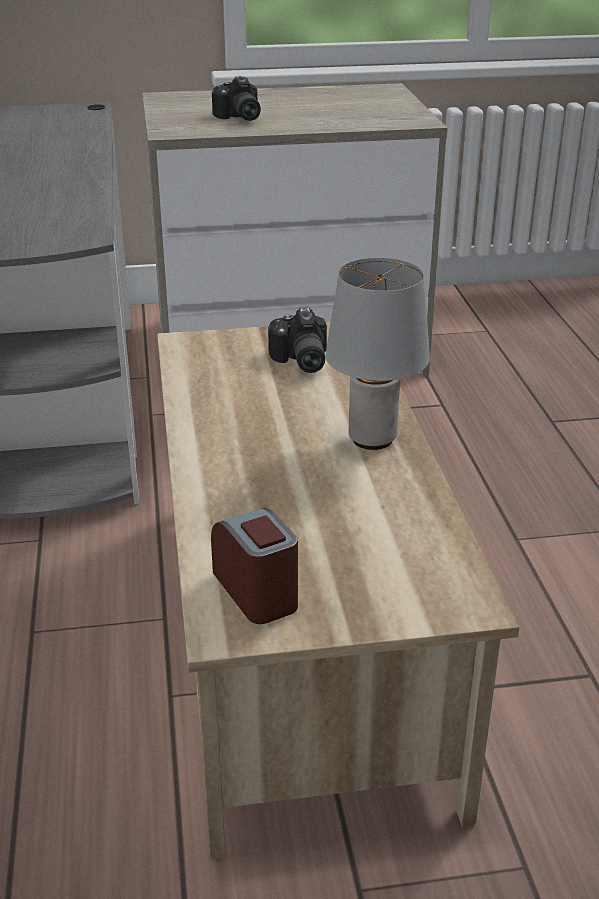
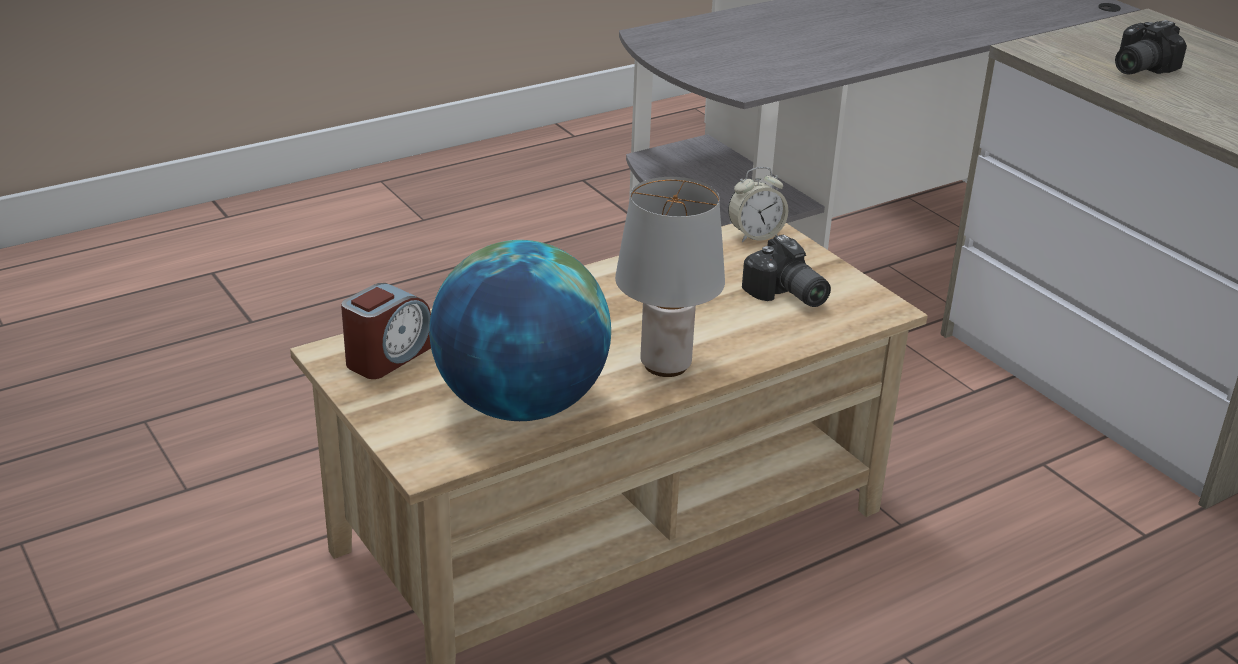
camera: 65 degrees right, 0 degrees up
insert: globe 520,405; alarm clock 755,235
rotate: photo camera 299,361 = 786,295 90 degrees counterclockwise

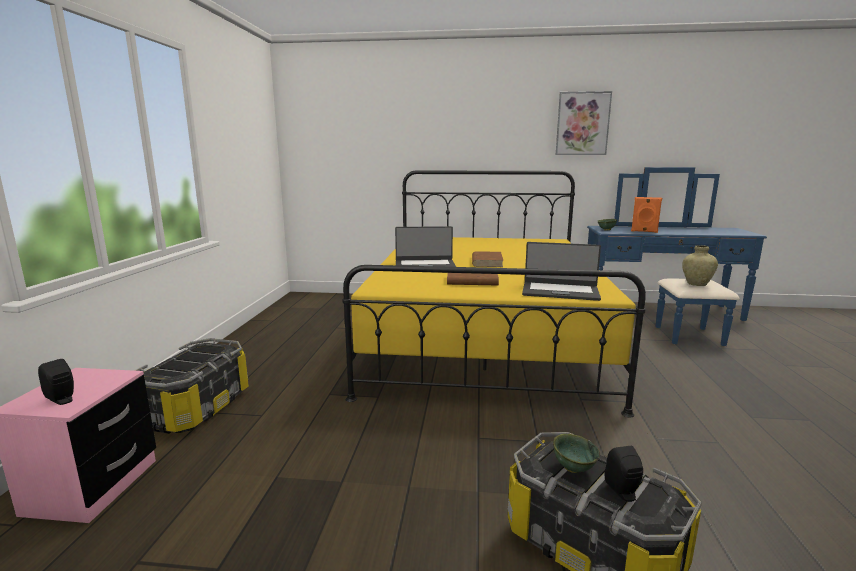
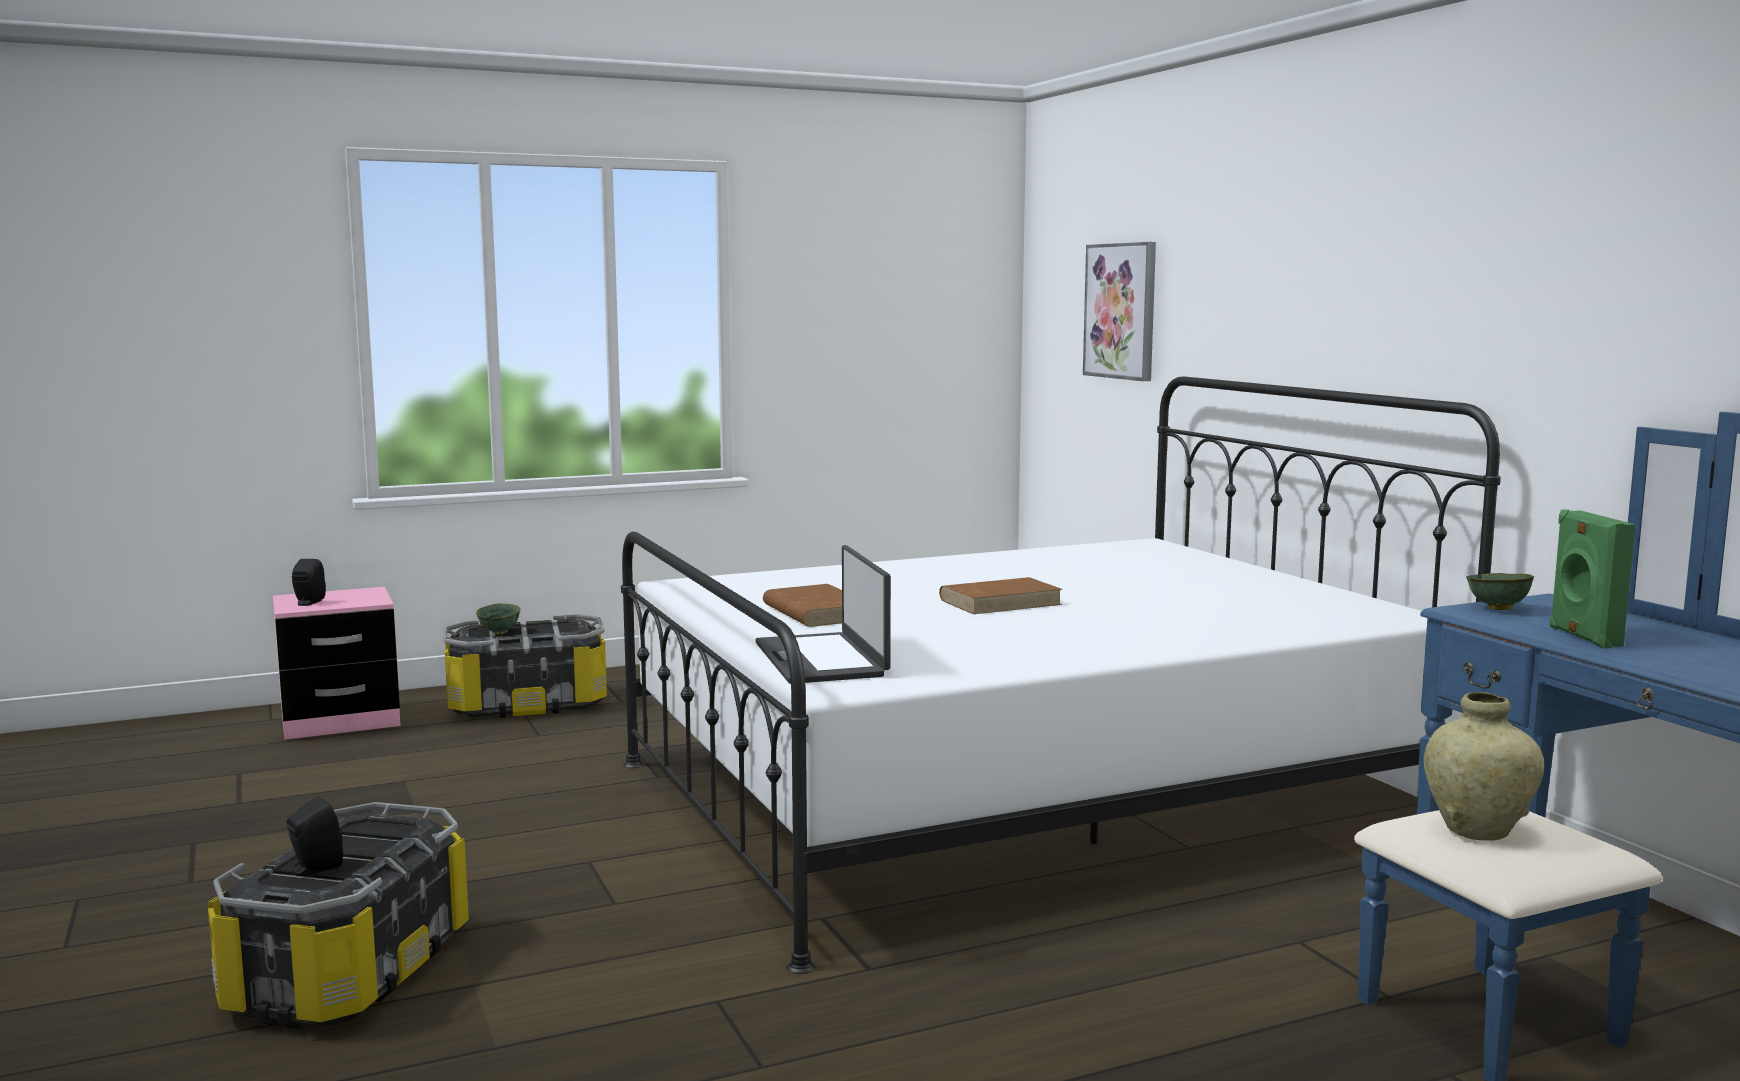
camera: 60 degrees right, 5 degrees down
delete: notebook computer 425,265
move: green deep dish 573,468 to 500,633; wall art 582,124 to 1121,311
recolor: yellow-coloured sleeping bed 483,338 to whitish sleeping bed 1021,795; orangey speaker 644,231 to green speaker 1582,637

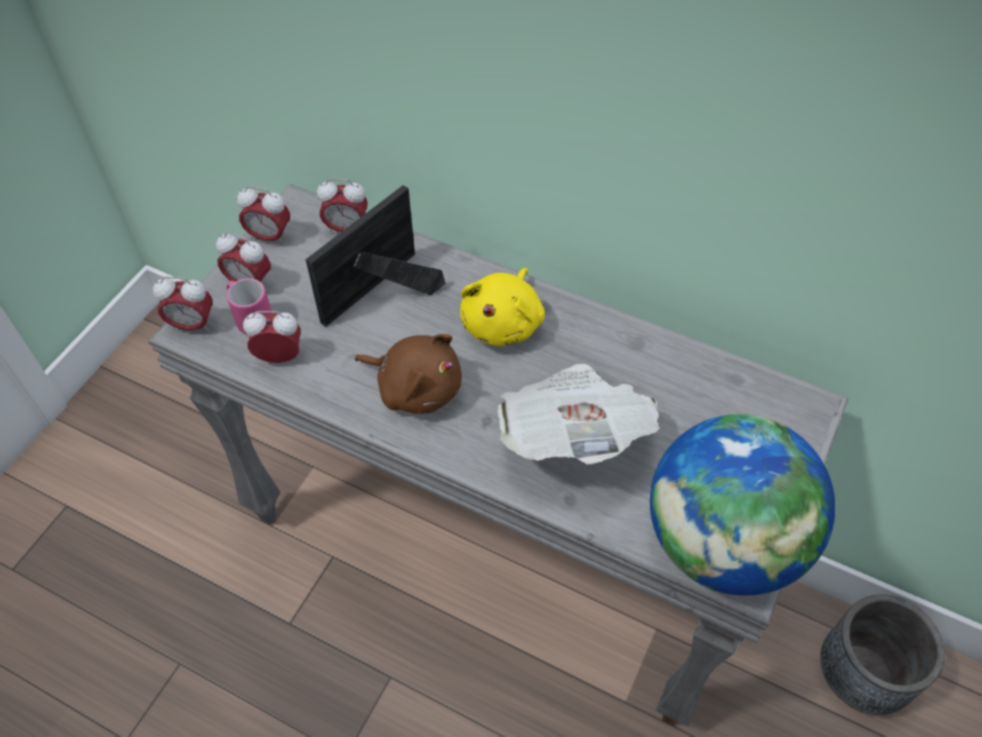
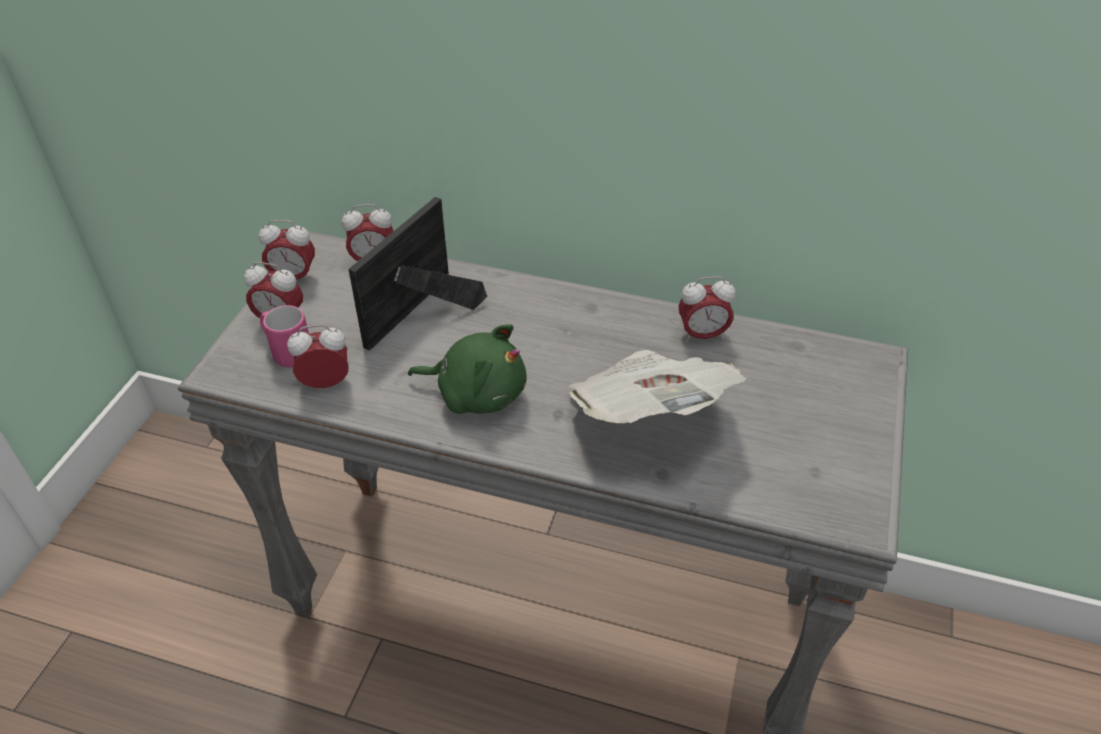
camera: 10 degrees left, 10 degrees down
delete: yellow-coloured cuddly toy 504,322; globe 722,542; greyish flower pot 860,675
move: alarm clock 192,324 to 702,335
recolor: brownish cuddly toy 416,387 to green cuddly toy 477,393

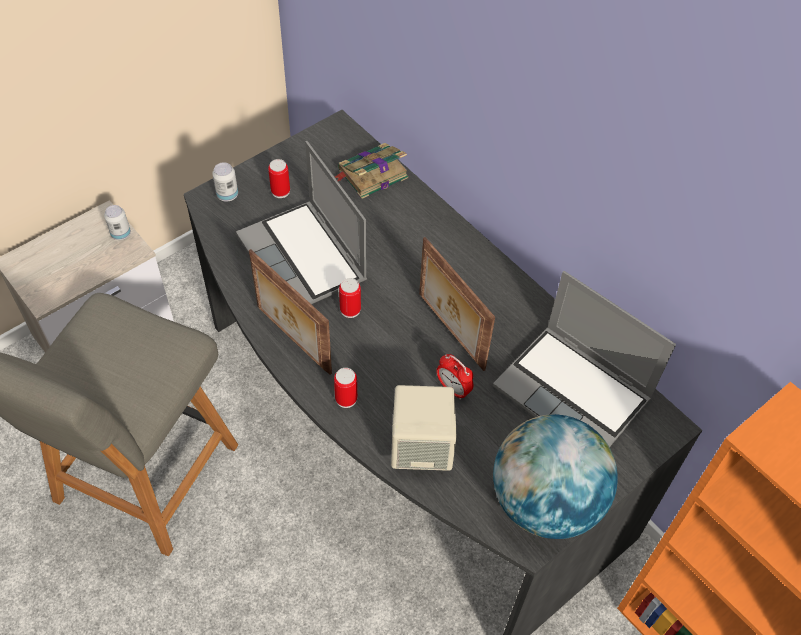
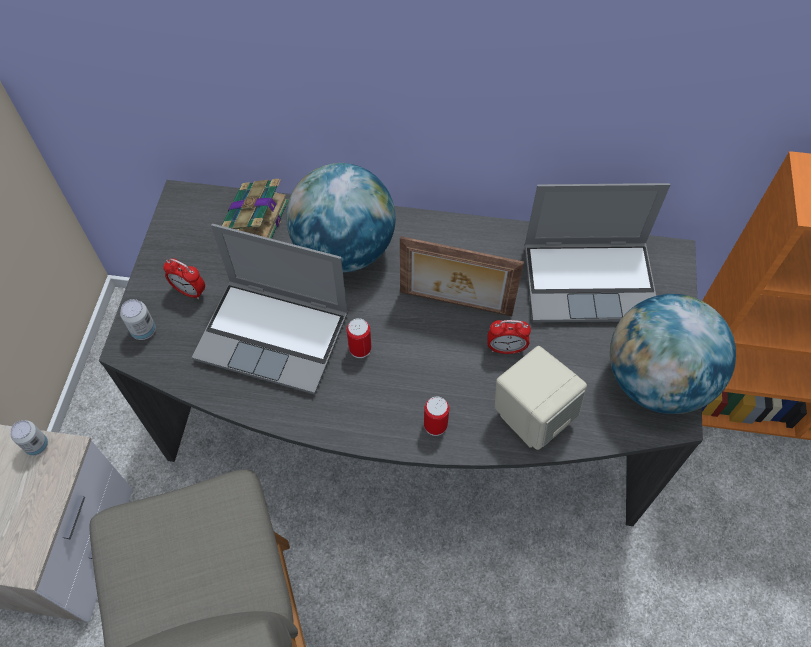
camera: 40 degrees left, 5 degrees up
delete: standing frame 292,340
insert: globe 344,249
replace: can 280,191 to alarm clock 190,291

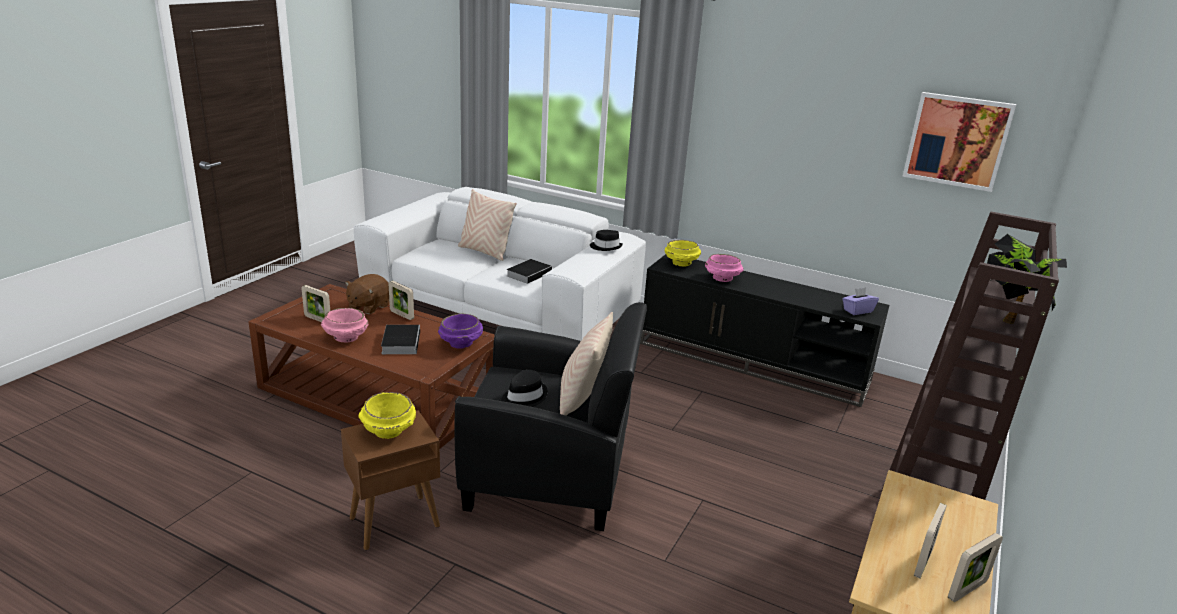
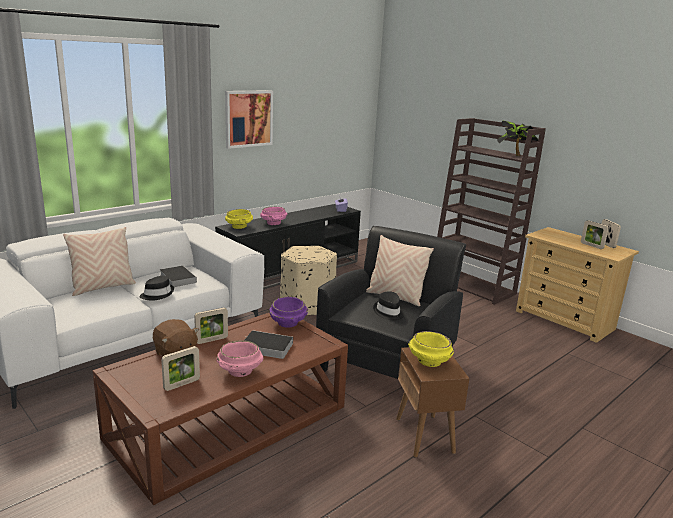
camera: 70 degrees left, 5 degrees down
insert: sand-coloured pouffe 307,305
move: black wearable hat 606,247 to 157,294; wall art 957,141 to 248,118

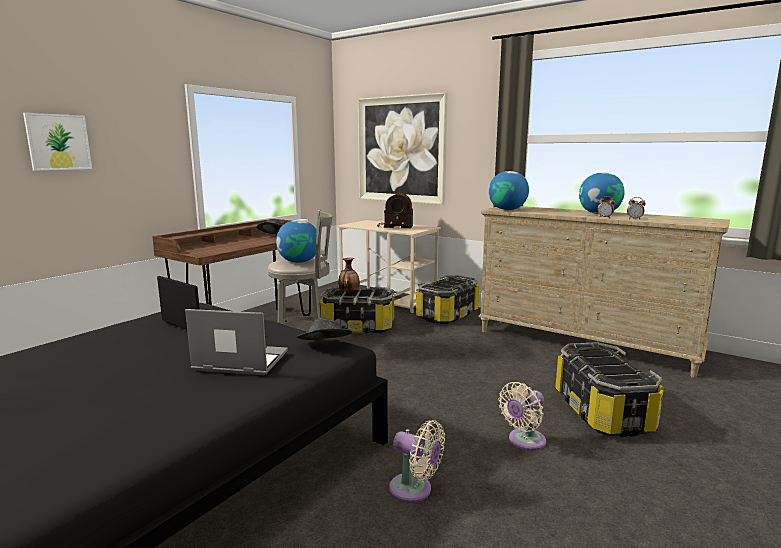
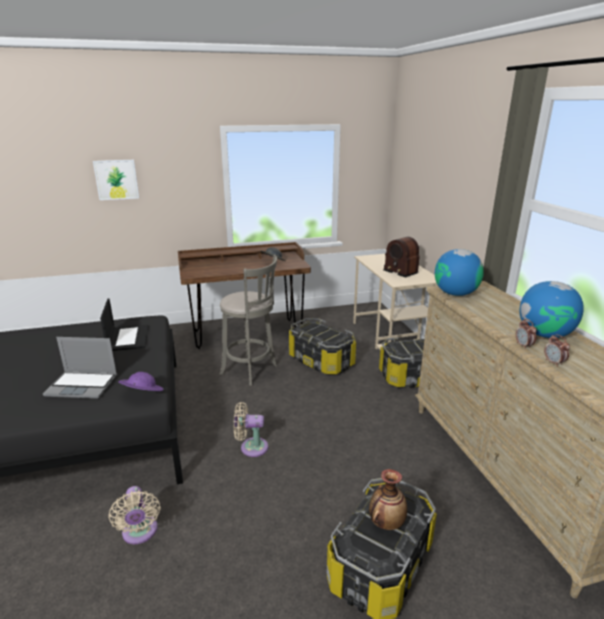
camera: 40 degrees right, 10 degrees up
delete: globe 299,262; wall art 401,149
move: flower vase 348,293 to 386,522; sand-coloured electric fan 524,441 to 251,447
recolor: greyish wearable hat 324,347 to purple-coloured wearable hat 142,394
rotate: notebook computer 239,362 = 83,385 135 degrees clockwise

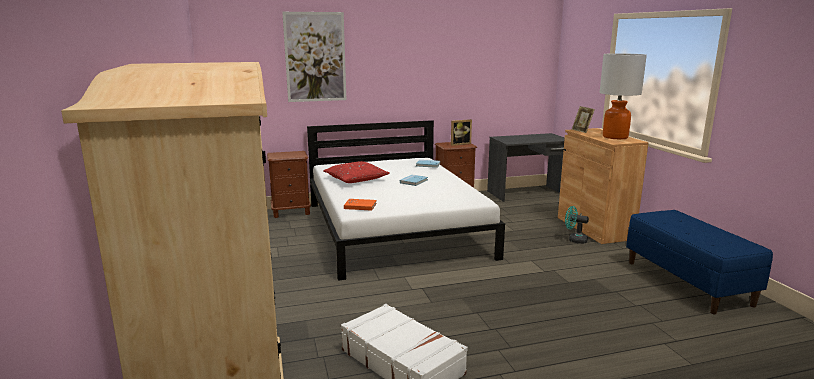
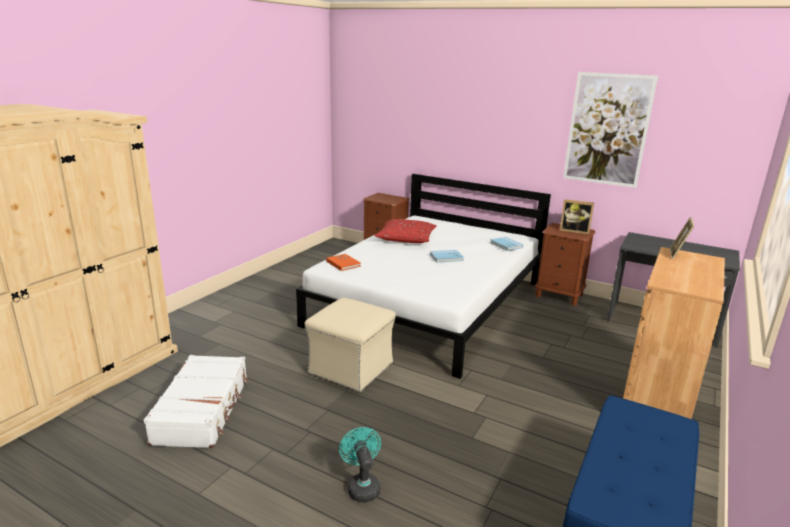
camera: 45 degrees right, 5 degrees up
delete: tabletop lamp 615,137
insert: sand-coloured pouffe 351,368
move: wall art 315,57 to 607,130; turquoise-coloured electric fan 574,240 to 362,486

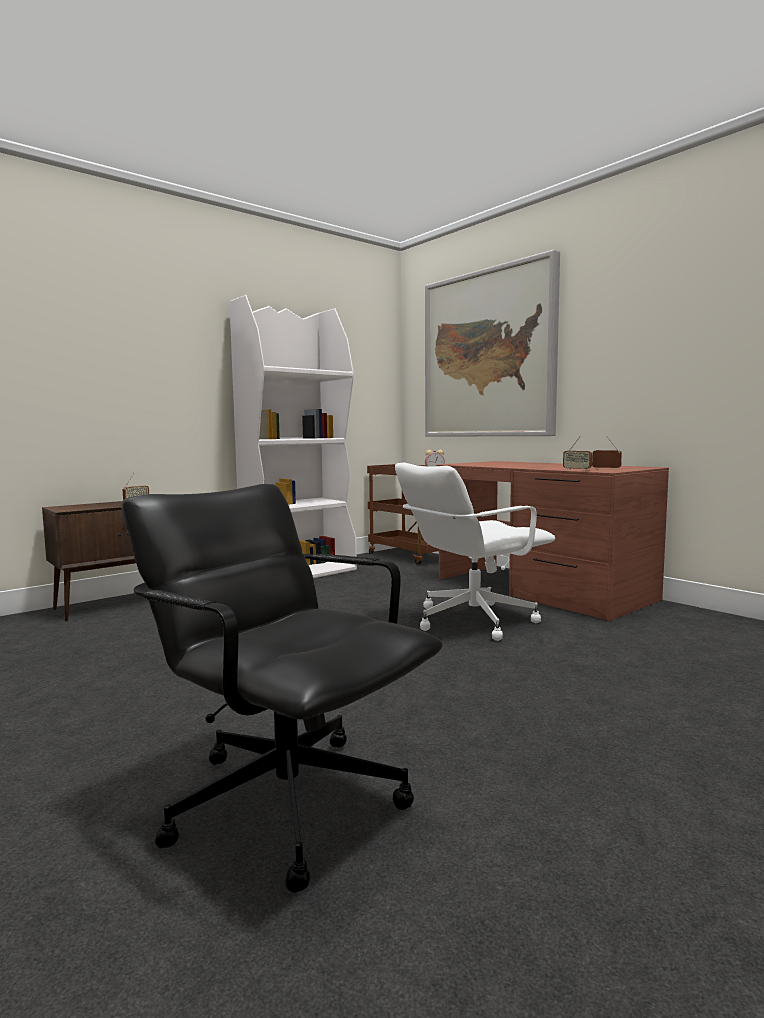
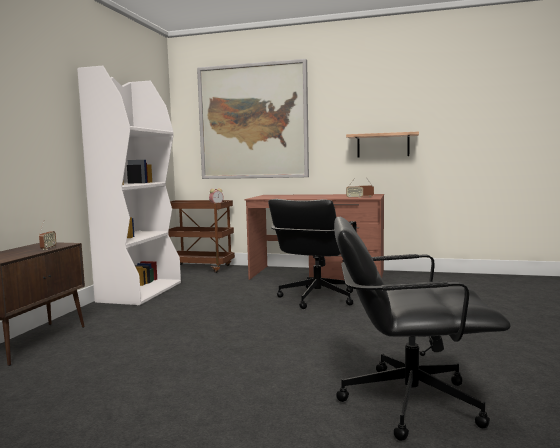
camera: 35 degrees left, 0 degrees up
insert: shelf 383,145
recolor: whitish computer chair 471,620 to black computer chair 316,298

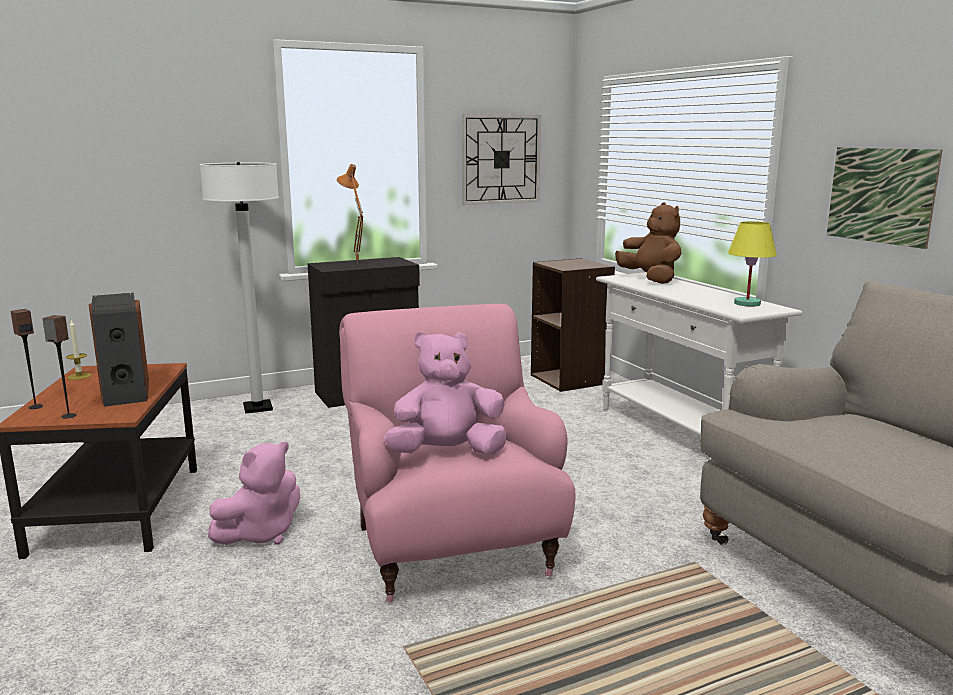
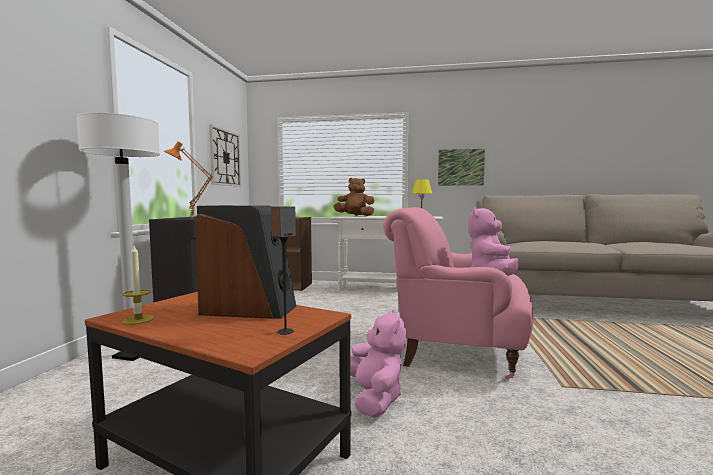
camera: 55 degrees left, 10 degrees down
delete: speaker 35,407

